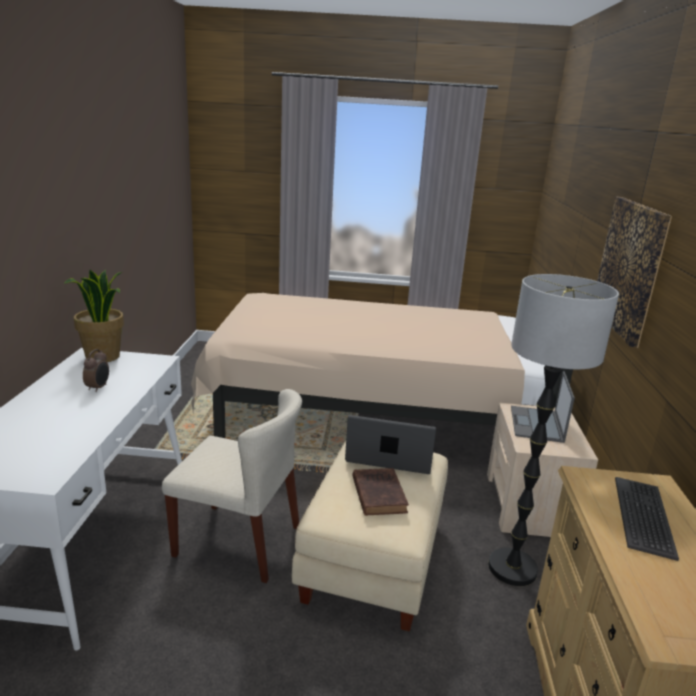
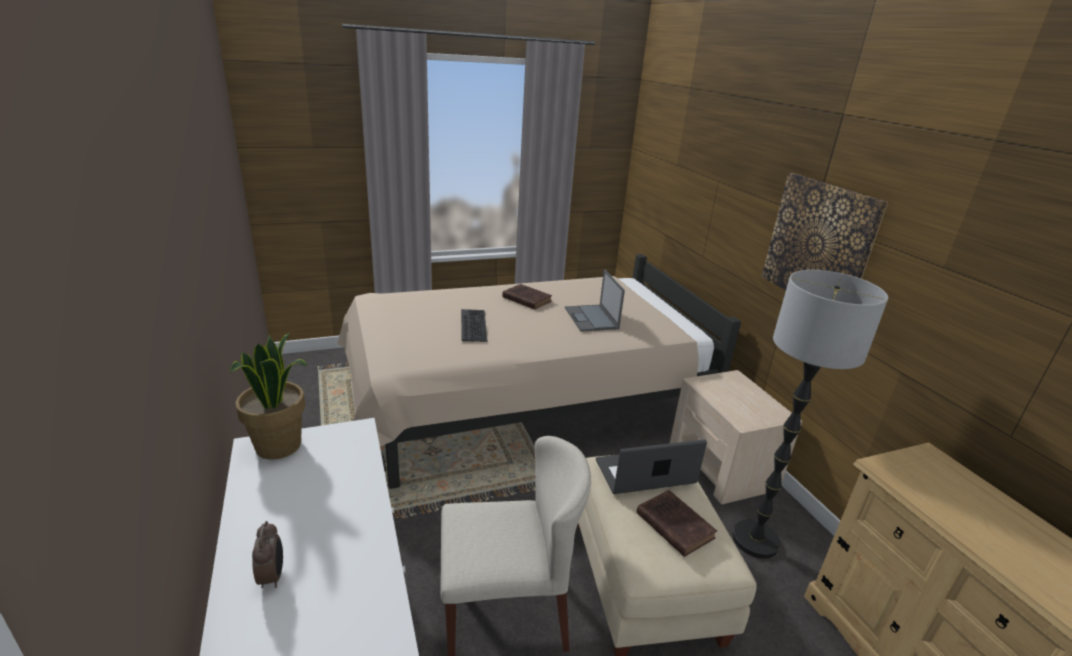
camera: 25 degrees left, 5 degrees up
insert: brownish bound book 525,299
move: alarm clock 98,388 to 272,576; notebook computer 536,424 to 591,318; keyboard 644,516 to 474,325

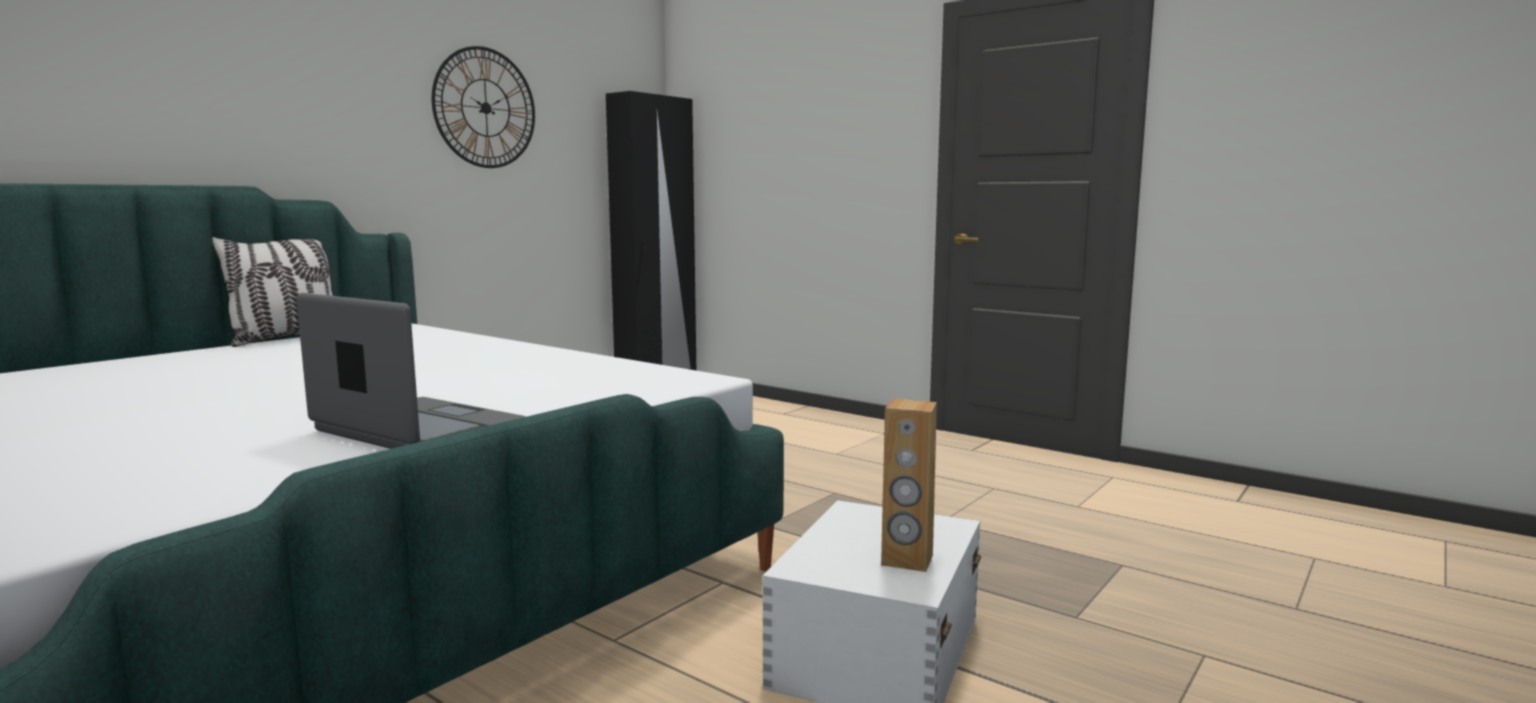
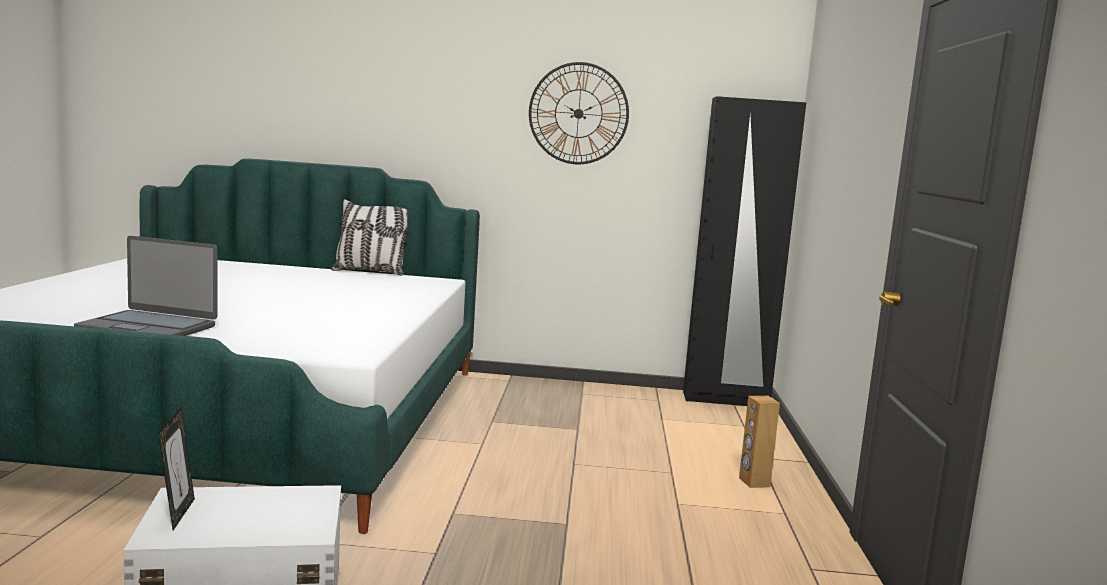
camera: 55 degrees right, 0 degrees up
insert: standing frame 177,514
move: brownish speaker 907,560 to 753,482
rotate: notebook computer 417,430 = 148,328 105 degrees clockwise

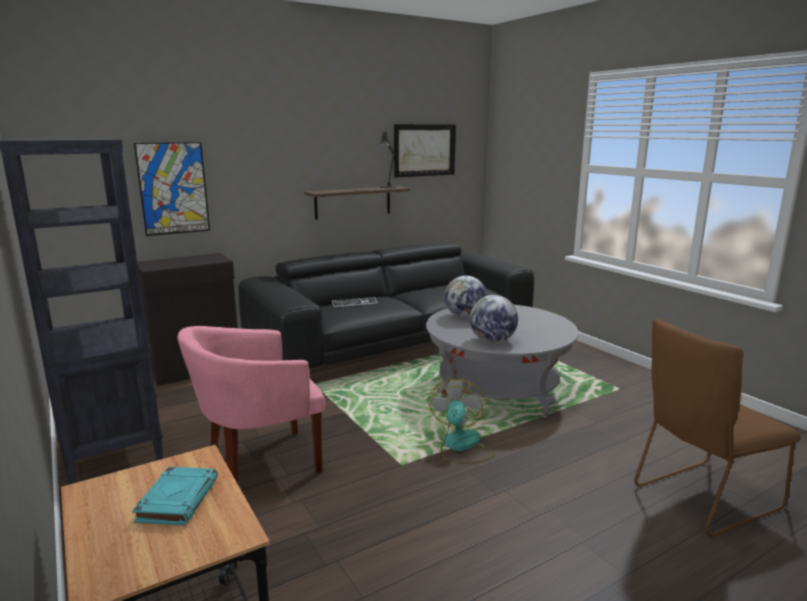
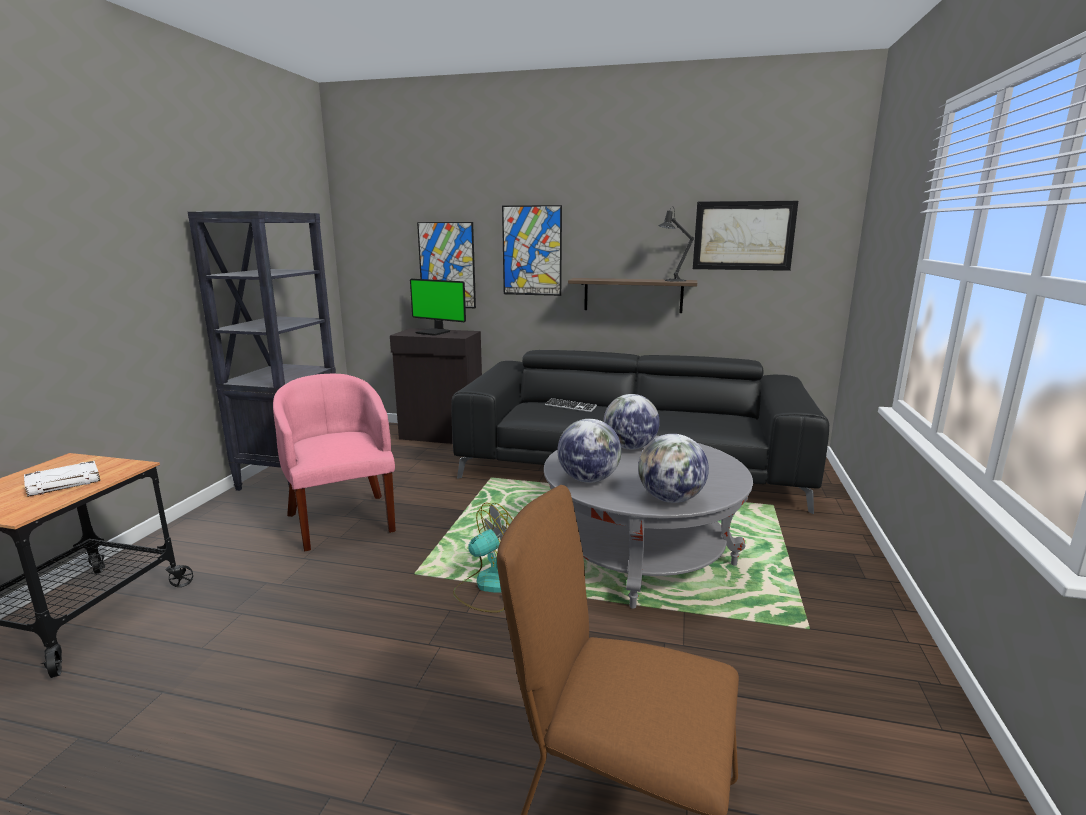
camera: 45 degrees right, 0 degrees up
insert: computer display 434,332; wall art 532,251; globe 671,499
recolor: turquoise-coloured bound book 178,500 to whitish bound book 64,483
rotate: pinkish armchair 259,463 = 342,519 45 degrees clockwise

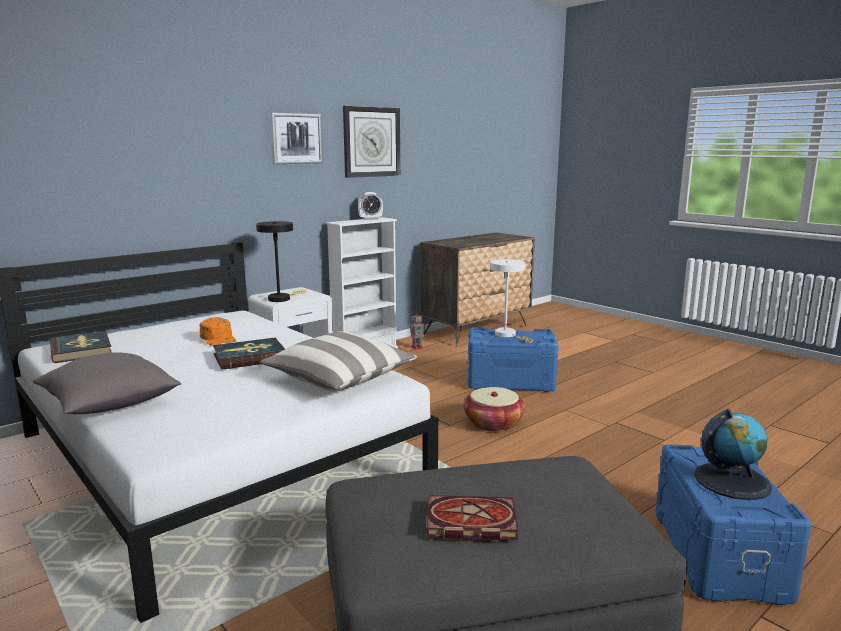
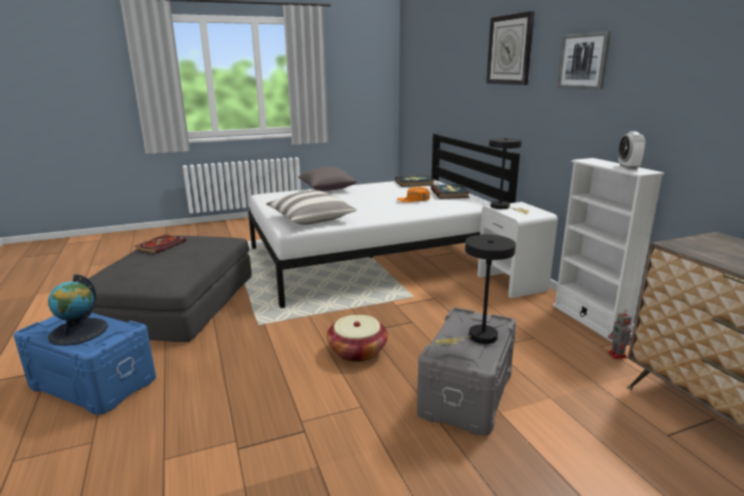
camera: 110 degrees right, 5 degrees up
move: bound book 250,357 to 450,193; wall clock 371,142 to 510,50
recolor: bluish storage bin 510,382 to greyish storage bin 465,393; whitish tabletop lamp 508,335 to black tabletop lamp 478,337

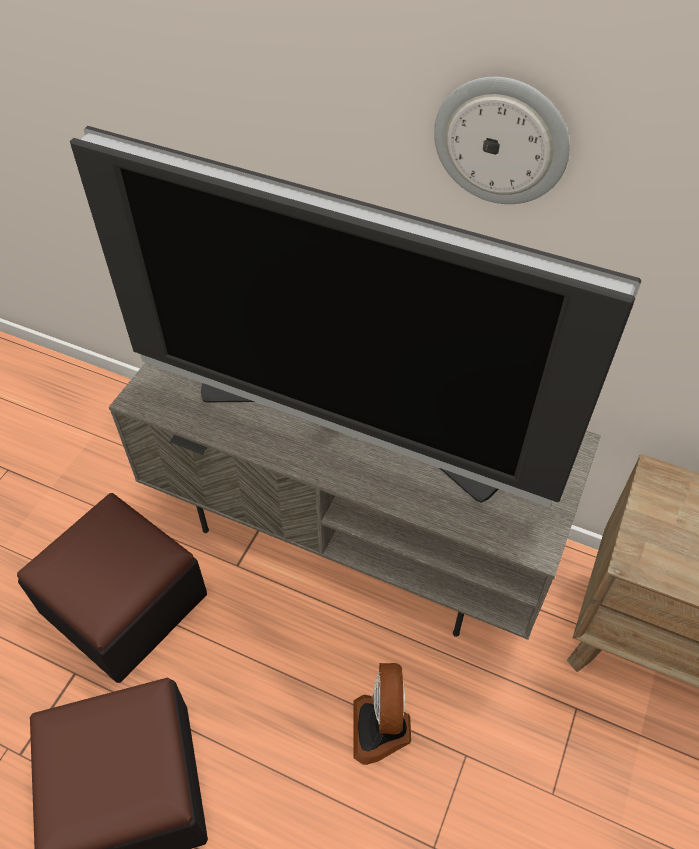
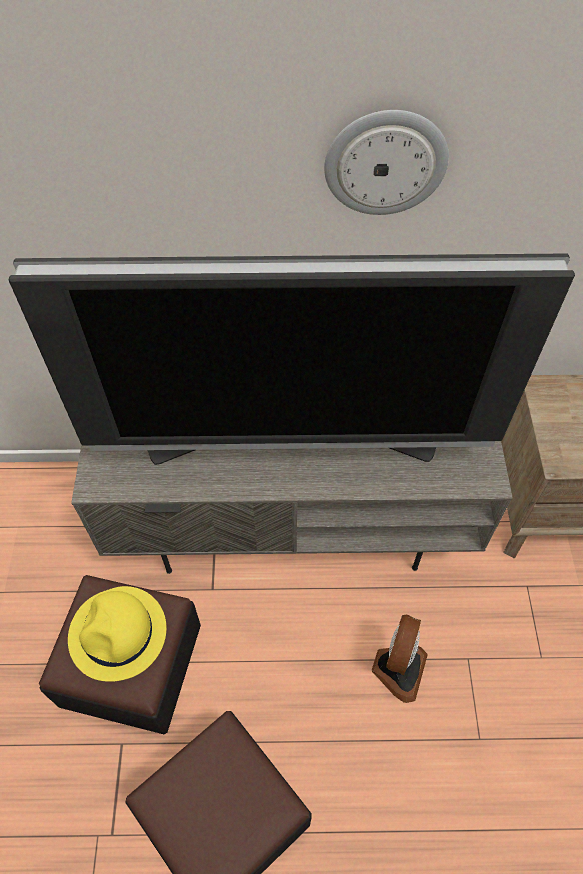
camera: 25 degrees left, 5 degrees up
insert: yellow-coloured wearable hat 118,634
rotate: electric fan 382,729 = 397,668 135 degrees counterclockwise

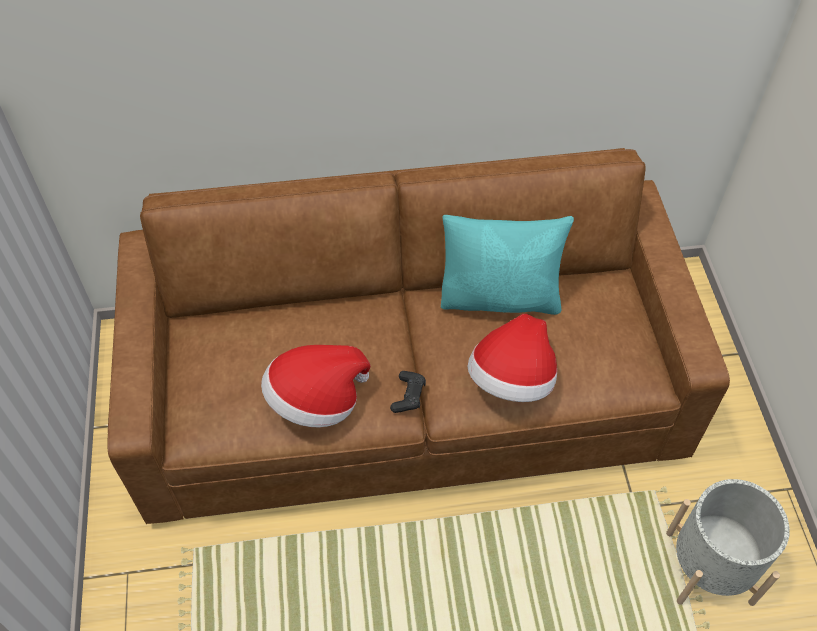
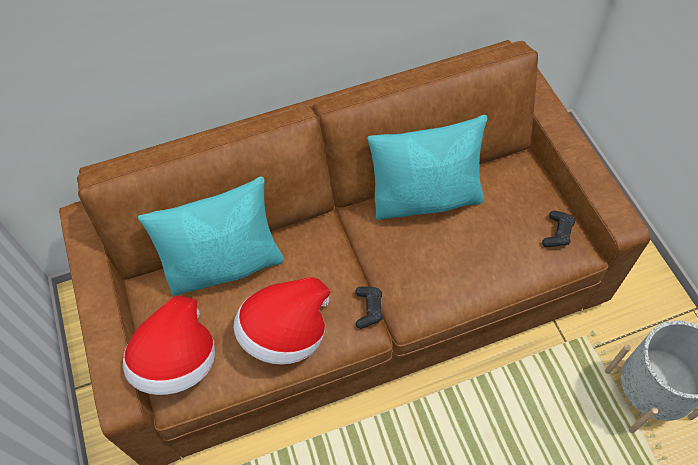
camera: 10 degrees left, 5 degrees up
insert: turquoise-coloured cushion 226,264; black game controller 557,233
move: wearable hat 512,380 to 177,360

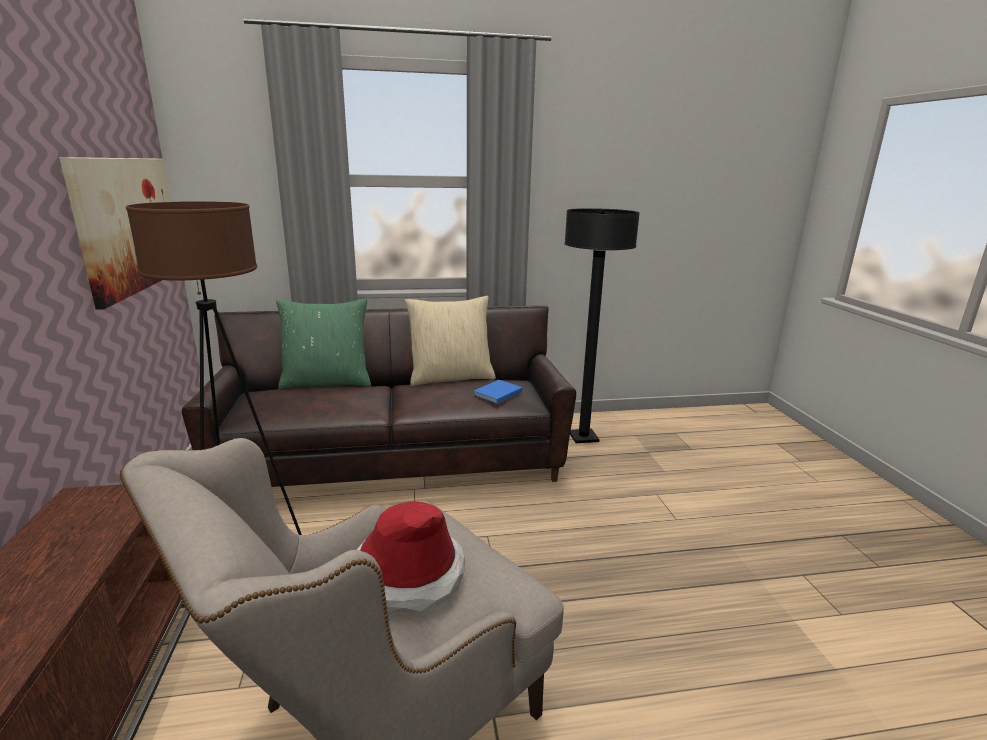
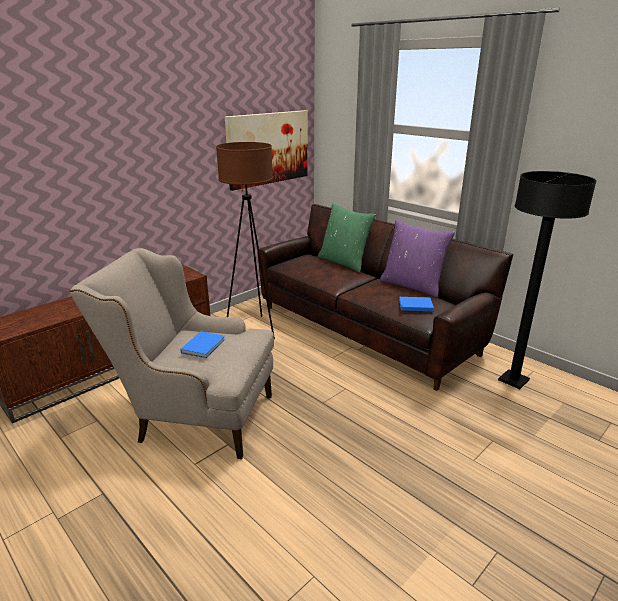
camera: 55 degrees right, 5 degrees up
replace: wearable hat 408,575 to bluish bound book 204,346
recolor: sand-coloured cushion 451,377 to purple-coloured cushion 412,286

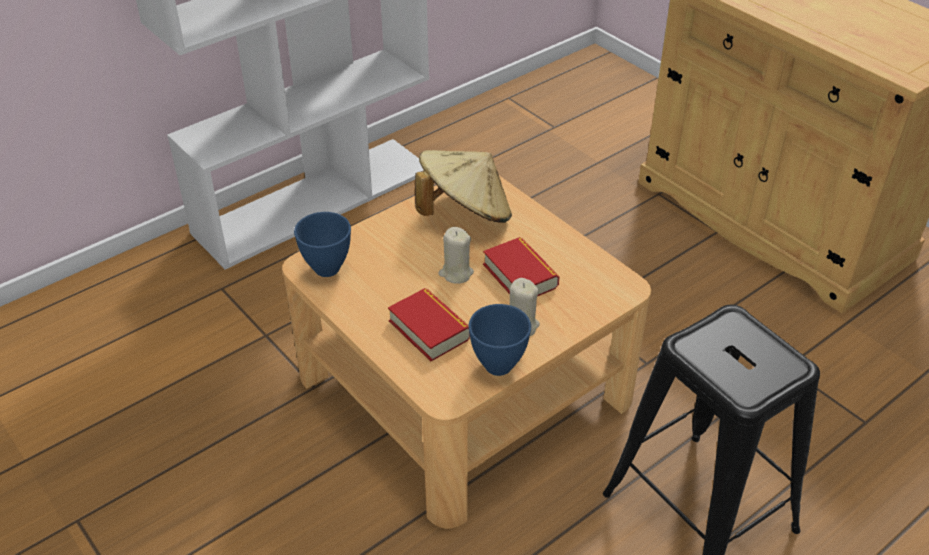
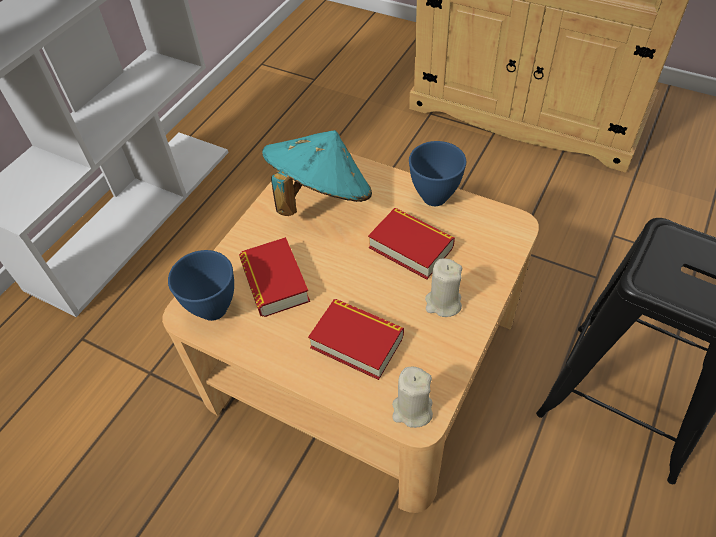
camera: 20 degrees left, 10 degrees up
insert: bound book 275,282
move: sand-coloured wax candle 456,273 to 412,410; bluish deep dish 497,365 to 433,197
recolor: sand-coloured wearable hat 464,213 to turquoise-coloured wearable hat 320,198

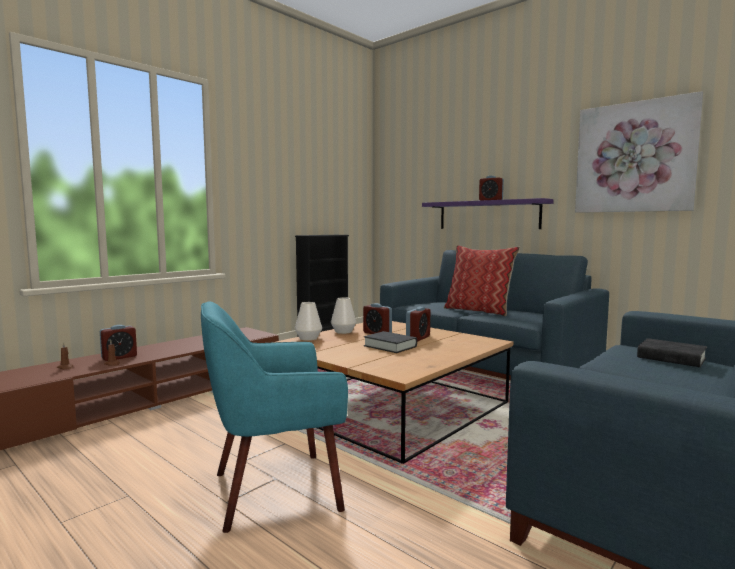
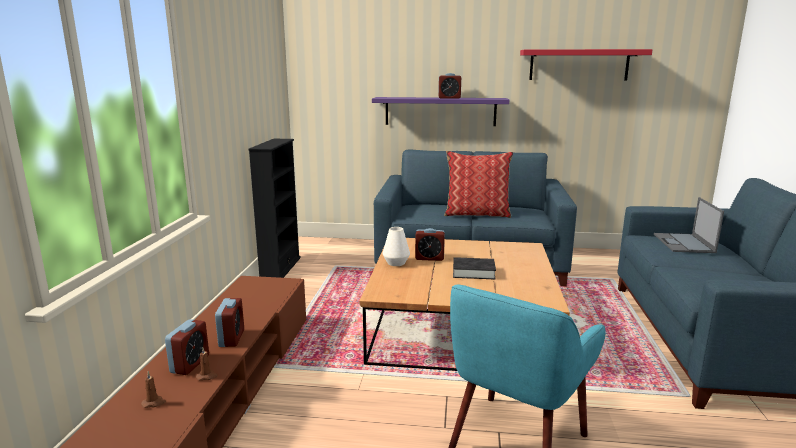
camera: 35 degrees left, 10 degrees up
delete: whitish flower vase 308,338
move: alarm clock 418,338 to 231,338
replace: wall art 634,157 to red-coloured shelf 578,65; black bound book 671,358 to notebook computer 684,243

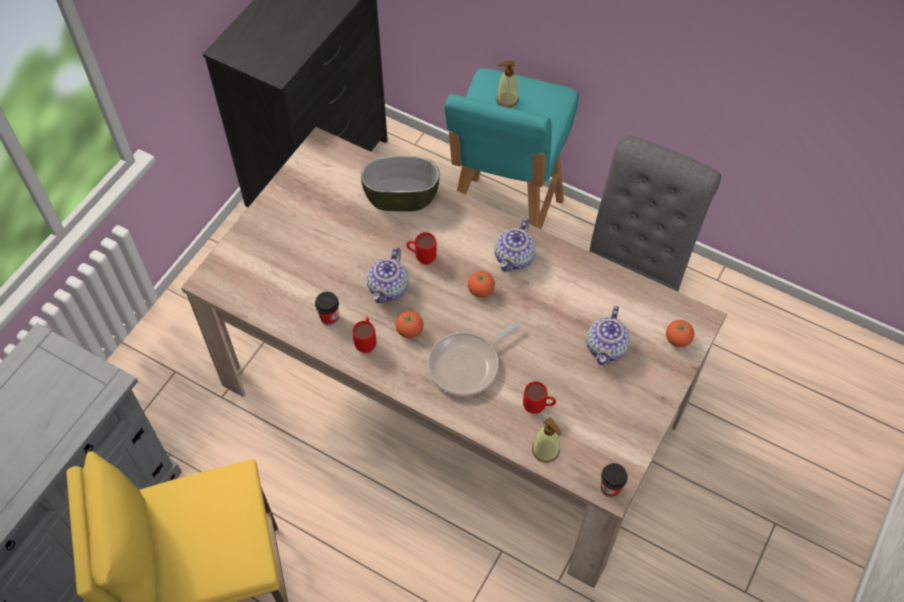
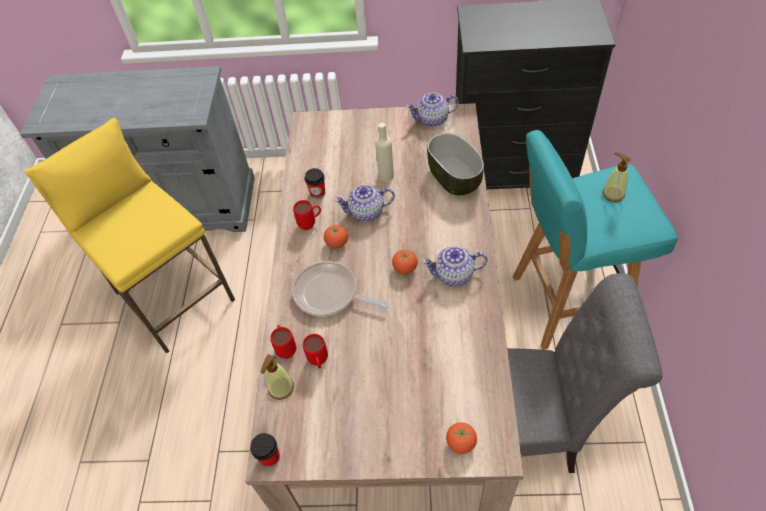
camera: 65 degrees right, 5 degrees down
insert: sand-coloured drink bottle 386,176
move: red-coloured mug 421,257 to 286,348; pot for tea 606,347 to 433,119

